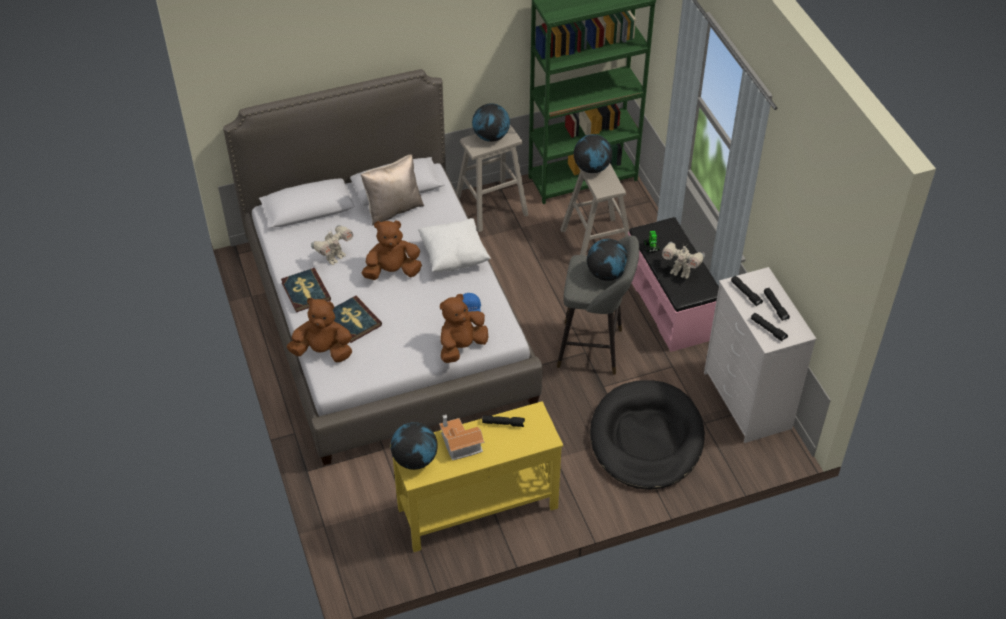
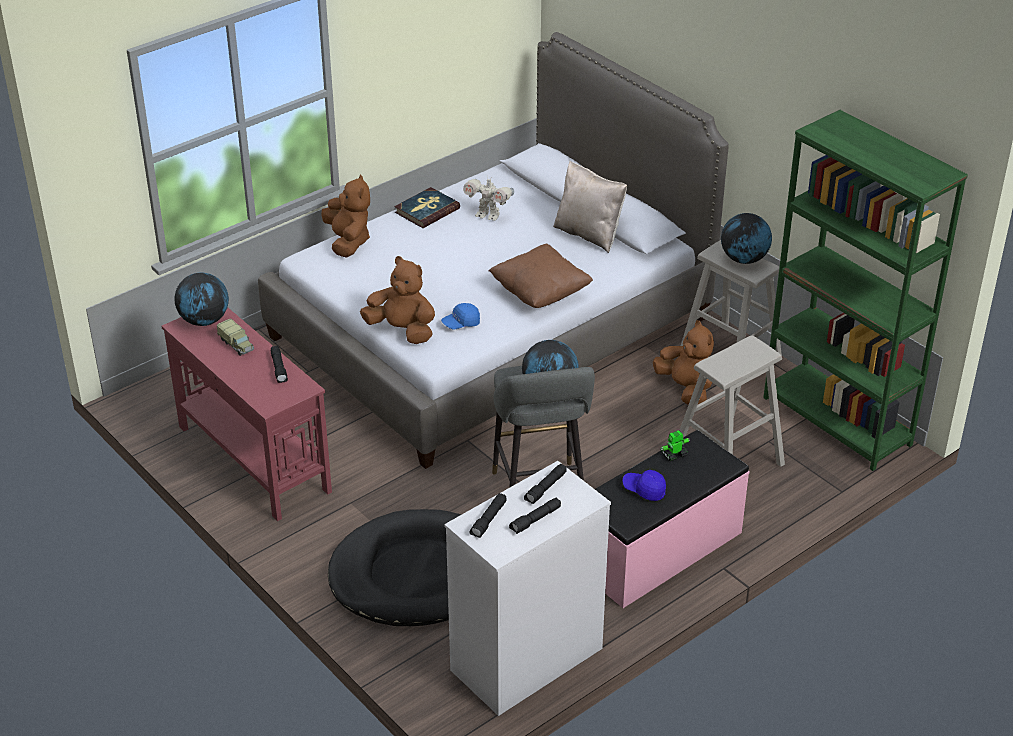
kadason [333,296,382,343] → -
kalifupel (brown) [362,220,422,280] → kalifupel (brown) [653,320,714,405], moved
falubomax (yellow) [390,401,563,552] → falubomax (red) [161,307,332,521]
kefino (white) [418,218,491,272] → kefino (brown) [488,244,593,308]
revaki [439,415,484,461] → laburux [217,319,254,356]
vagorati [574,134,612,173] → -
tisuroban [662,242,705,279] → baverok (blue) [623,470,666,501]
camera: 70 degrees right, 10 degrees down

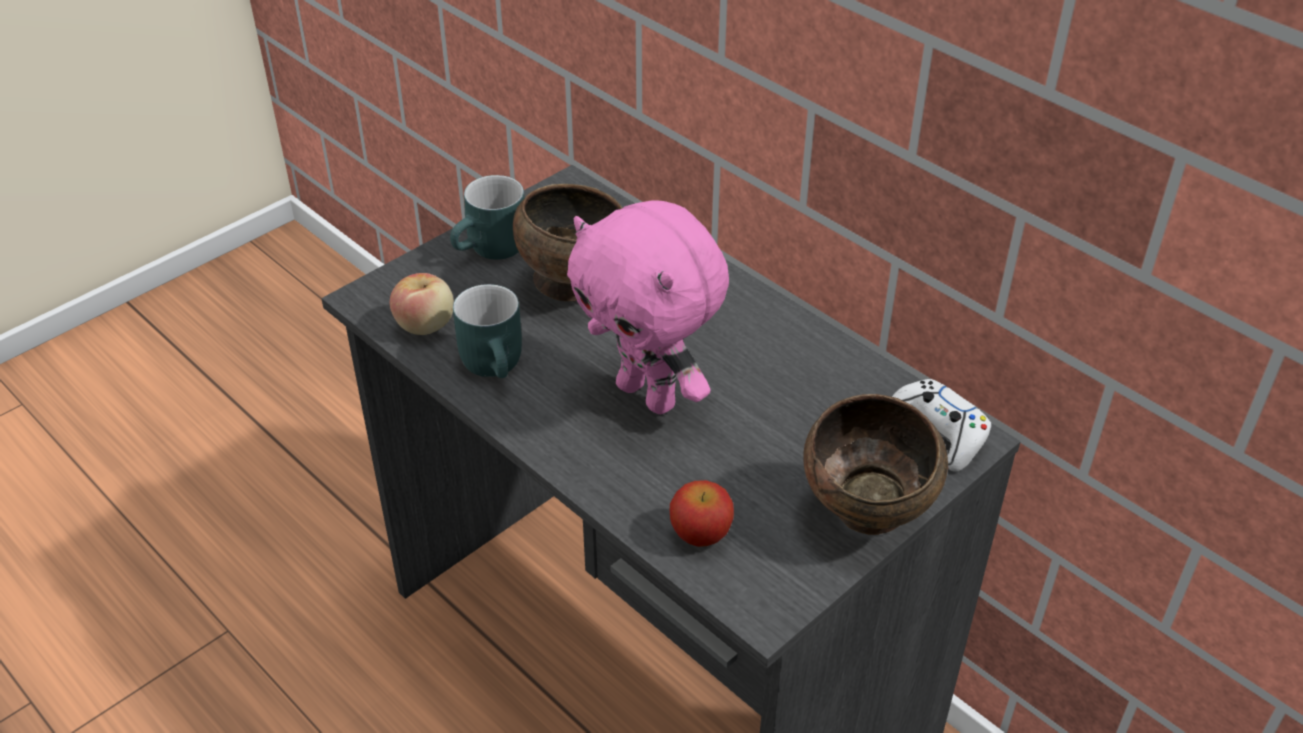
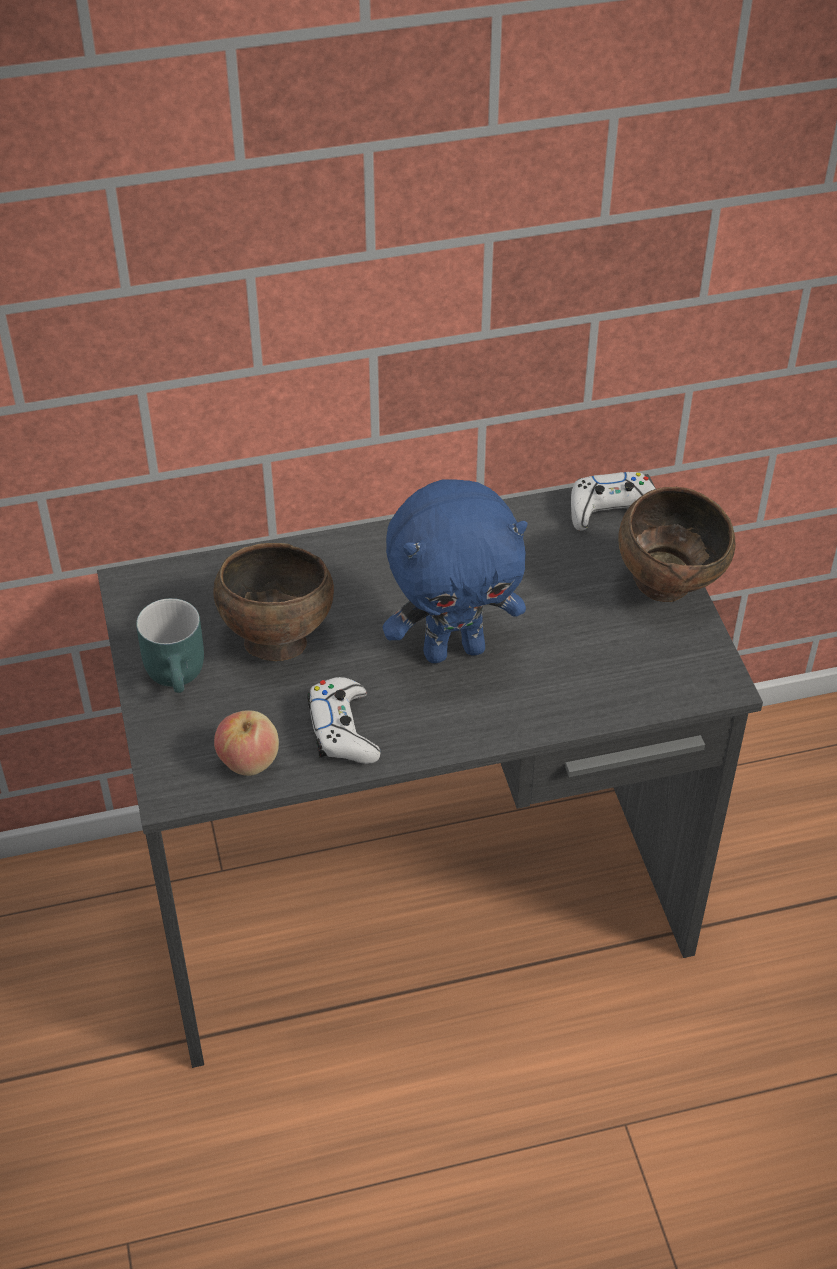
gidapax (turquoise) [453,284,522,378] → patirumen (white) [307,677,381,764]
kalifupel (pink) [567,200,729,414] → kalifupel (blue) [383,480,528,663]
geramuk [670,480,734,547] → -
camera: 60 degrees left, 5 degrees up

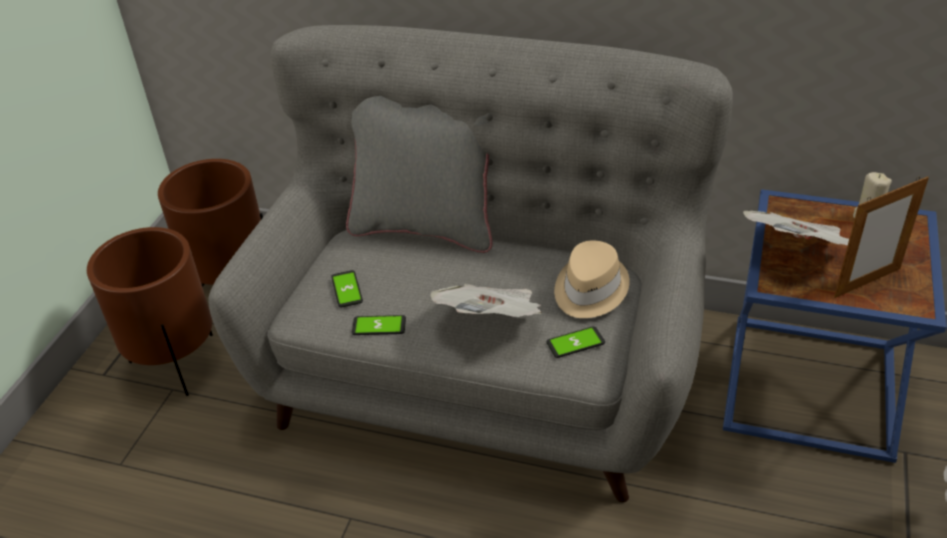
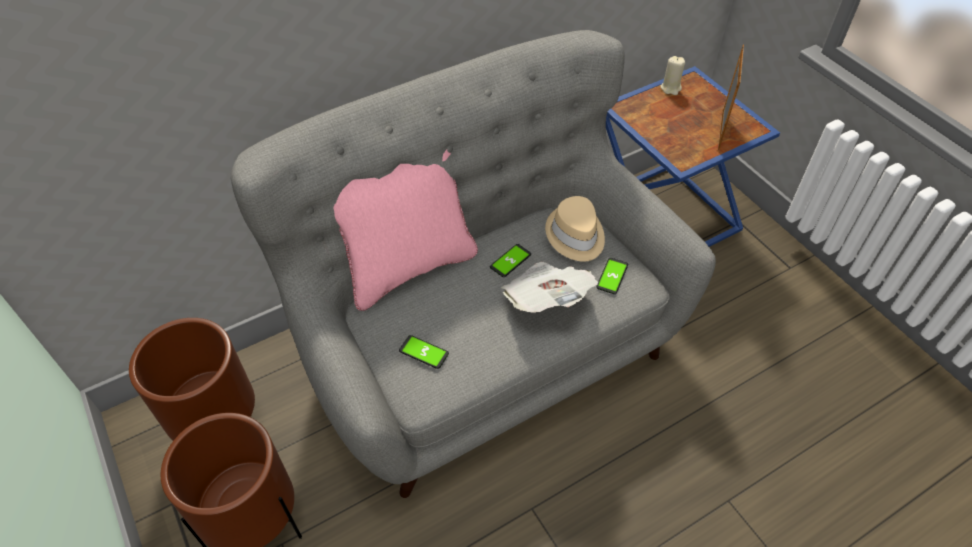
kefino (grey) [346,96,492,253] → kefino (pink) [333,150,478,311]
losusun [352,315,406,335] → losusun [490,244,531,277], moved
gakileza [743,211,849,245] → -
camera: 50 degrees left, 10 degrees up

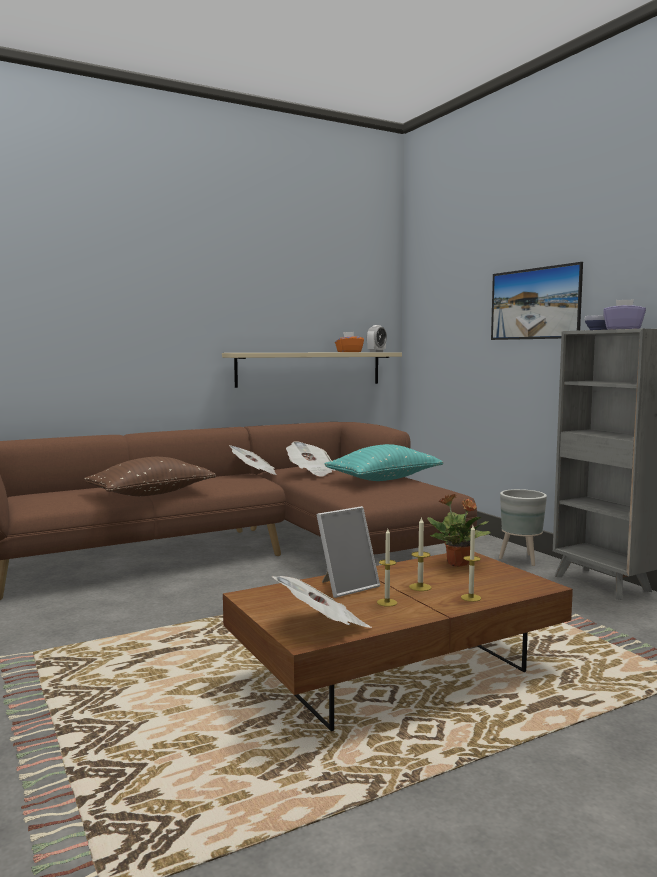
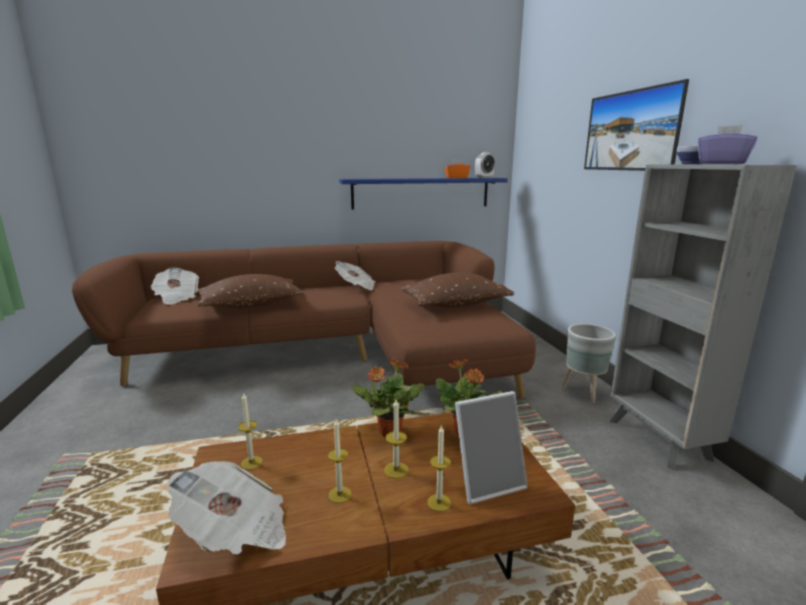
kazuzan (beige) [222,352,402,388] → kazuzan (blue) [339,178,508,209]
gakileza [286,441,335,477] → gakileza [150,267,199,305], moved
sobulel [317,506,380,598] → sobulel [455,391,528,504], moved
kefino (turquoise) [325,444,443,481] → kefino (brown) [401,272,514,308]
- → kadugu [238,392,263,470]
- → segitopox [352,358,425,437]
camera: 15 degrees right, 10 degrees up

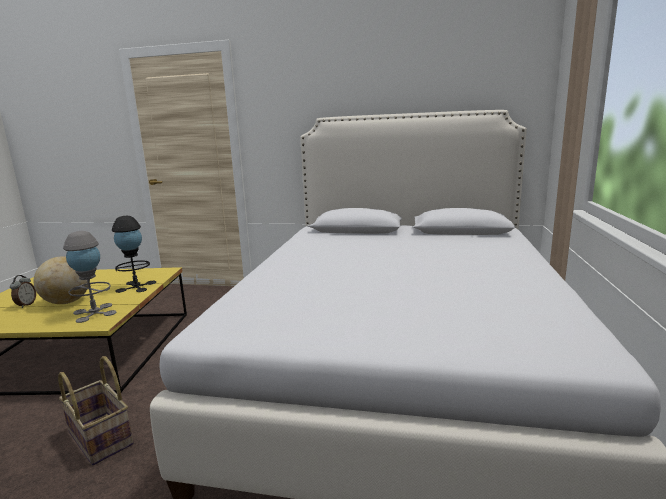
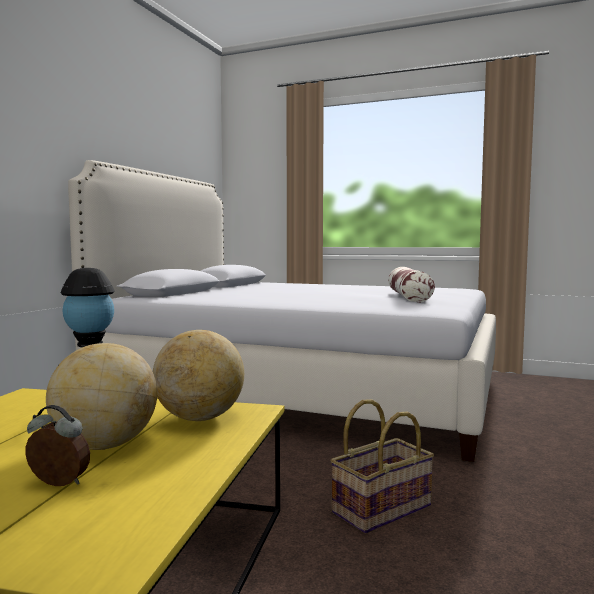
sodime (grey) [63,231,116,323] → vagorati [153,330,244,421]
- → kefino [388,267,435,302]
camera: 80 degrees left, 10 degrees down

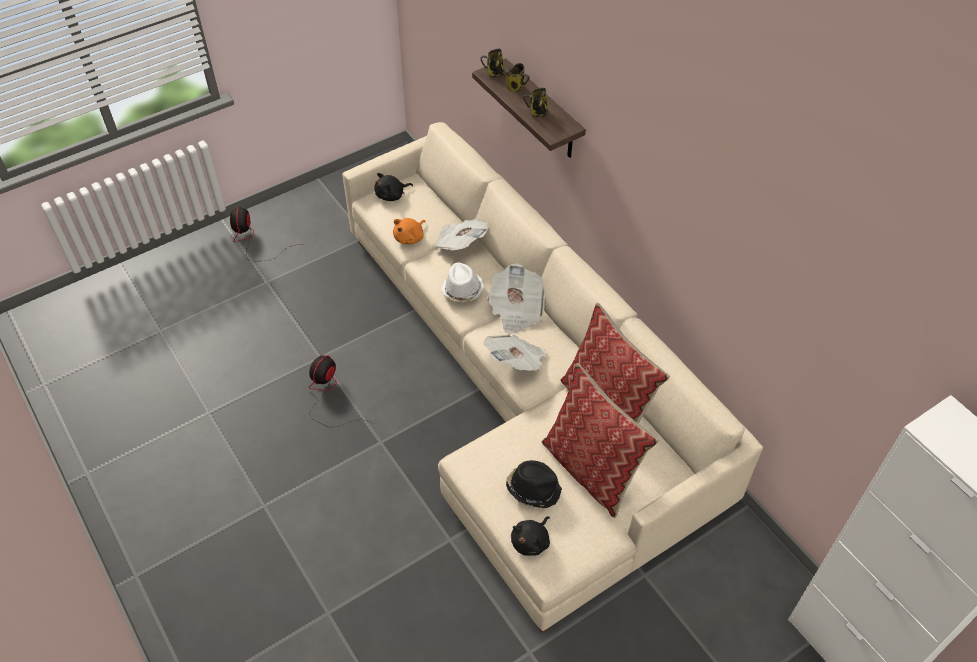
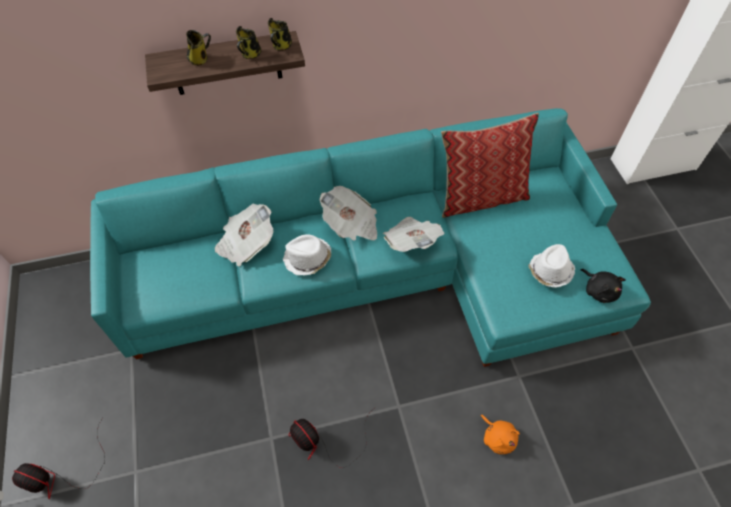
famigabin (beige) [342,122,763,633] → famigabin (turquoise) [90,108,651,367]
kalifupel (black) [374,173,413,201] → -
kalifupel (orange) [393,218,426,244] → kalifupel (orange) [481,415,520,454], moved
gidapax [481,49,505,78] → gidapax [268,18,292,51], moved
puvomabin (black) [506,460,562,508] → puvomabin (white) [528,244,575,288]
kefino [542,363,659,518] → -
camera: 70 degrees left, 5 degrees up

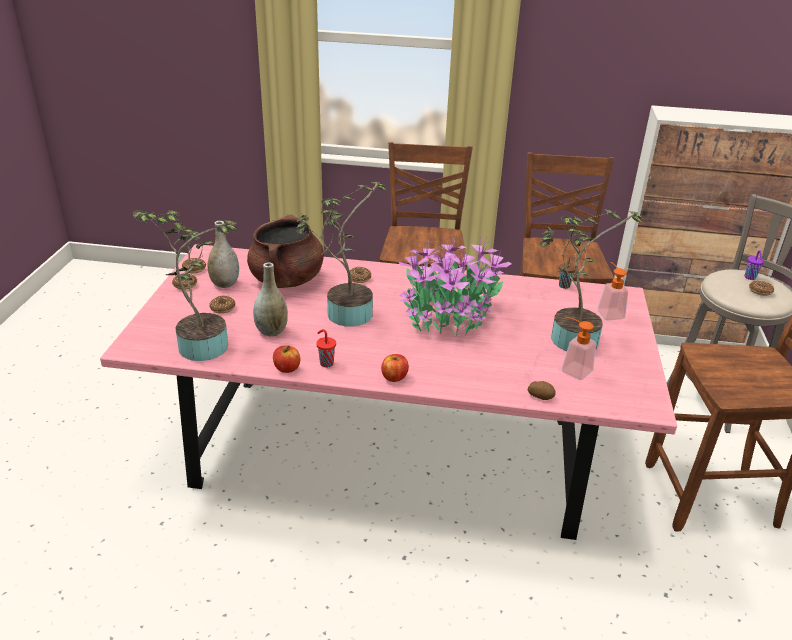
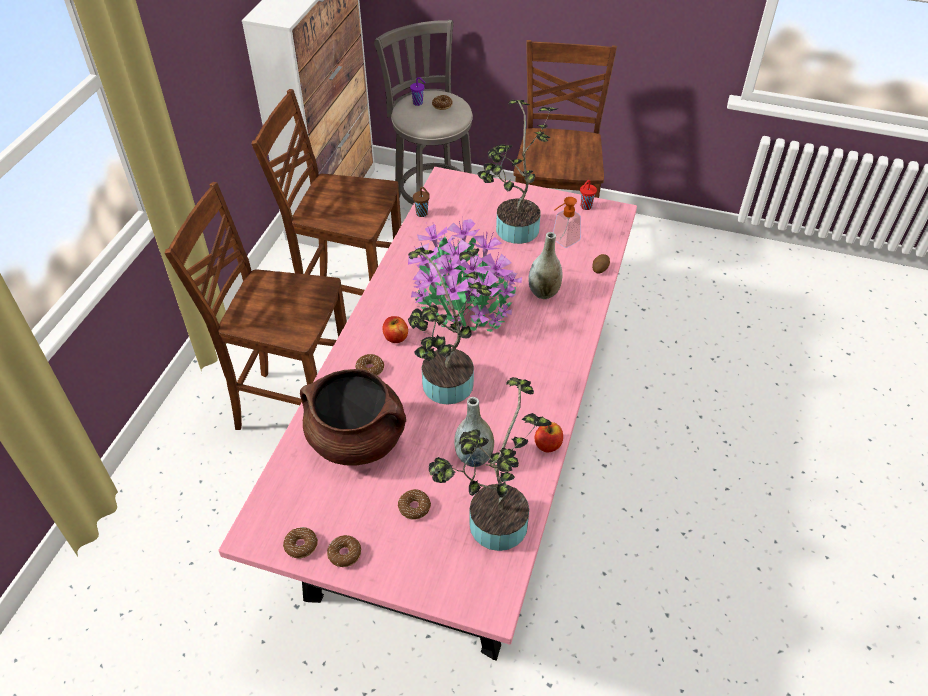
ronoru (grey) [208,221,239,288] → ronoru (grey) [528,232,563,299], moved
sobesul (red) [316,329,336,367] → sobesul (red) [580,180,597,210], moved
geramuk [381,354,409,382] → geramuk [383,316,408,343], moved
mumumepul [598,262,628,320] → -
camera: 80 degrees left, 15 degrees up

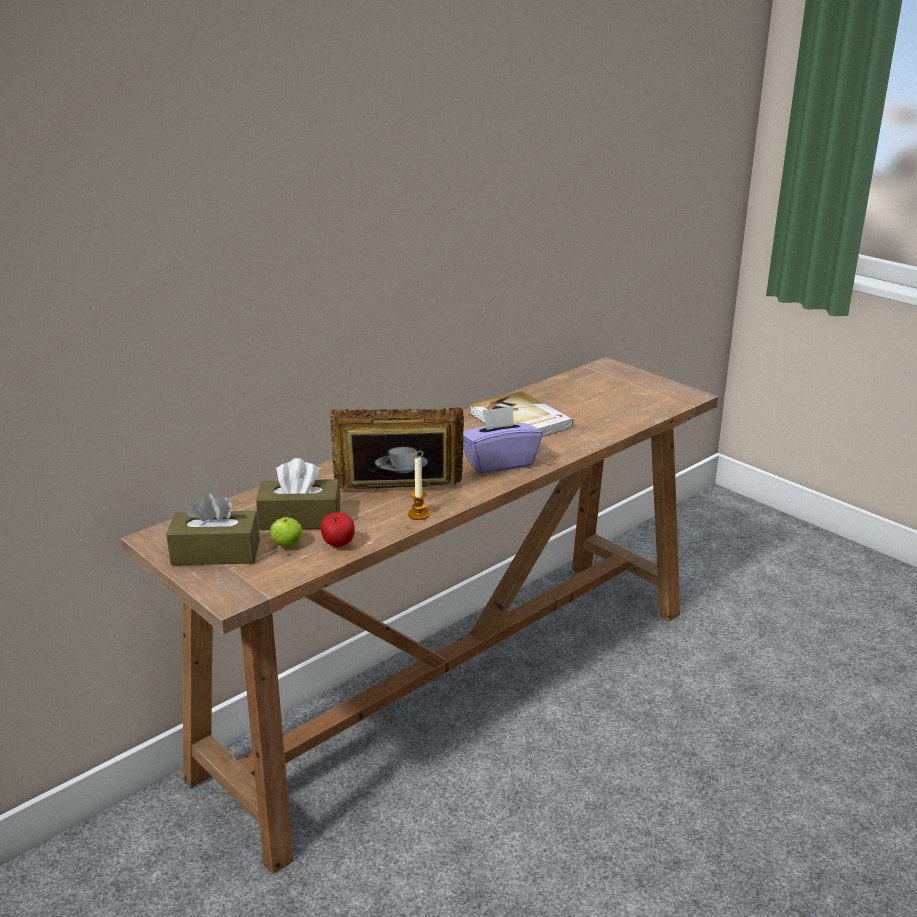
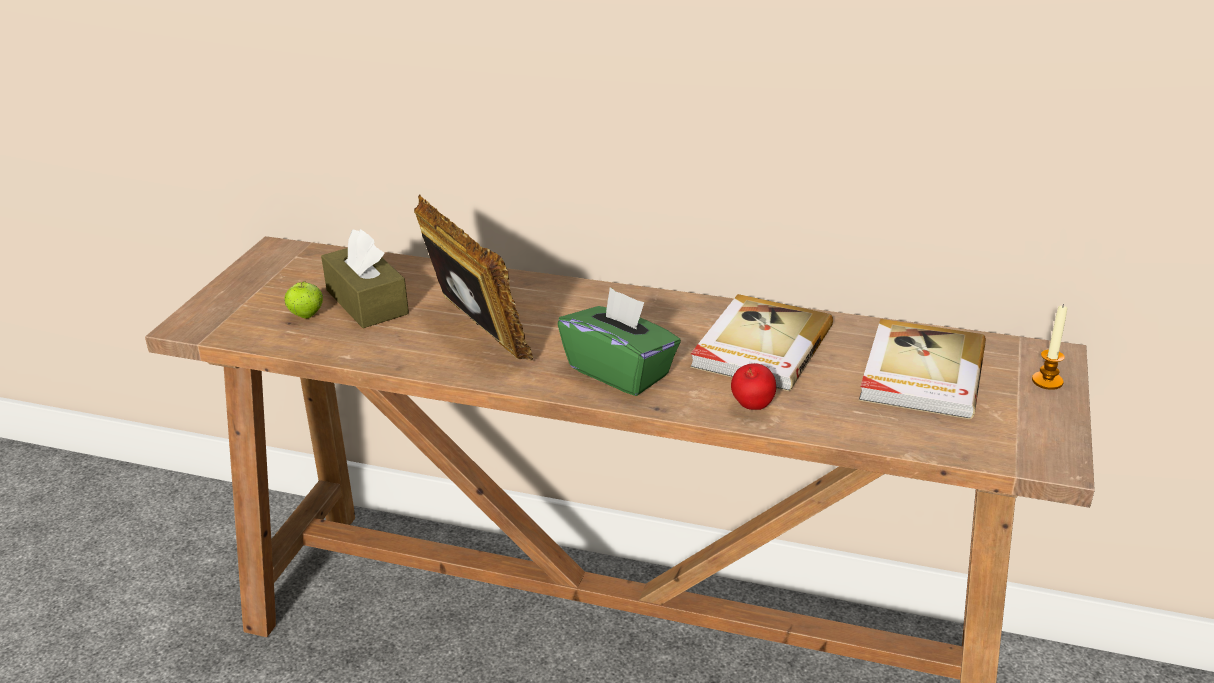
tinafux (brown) [166,493,260,565] → -
geramuk [320,512,355,548] → geramuk [731,363,776,410], moved
kadugu [408,458,430,520] → kadugu [1032,304,1067,390], moved
tinafux (purple) [463,406,543,474] → tinafux (green) [558,287,681,396]
- → kadason [859,319,986,419]
camera: 60 degrees right, 5 degrees up

